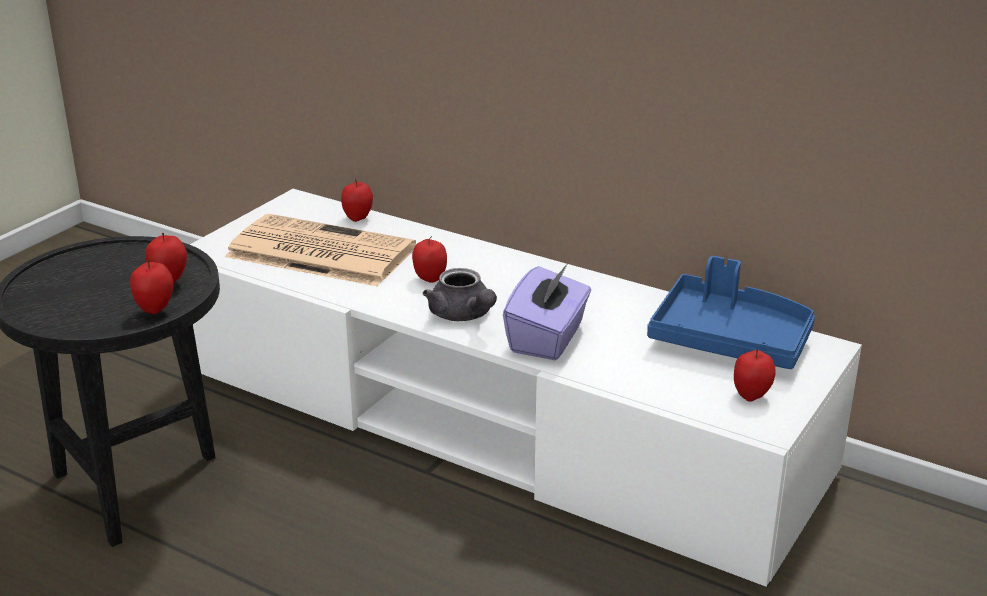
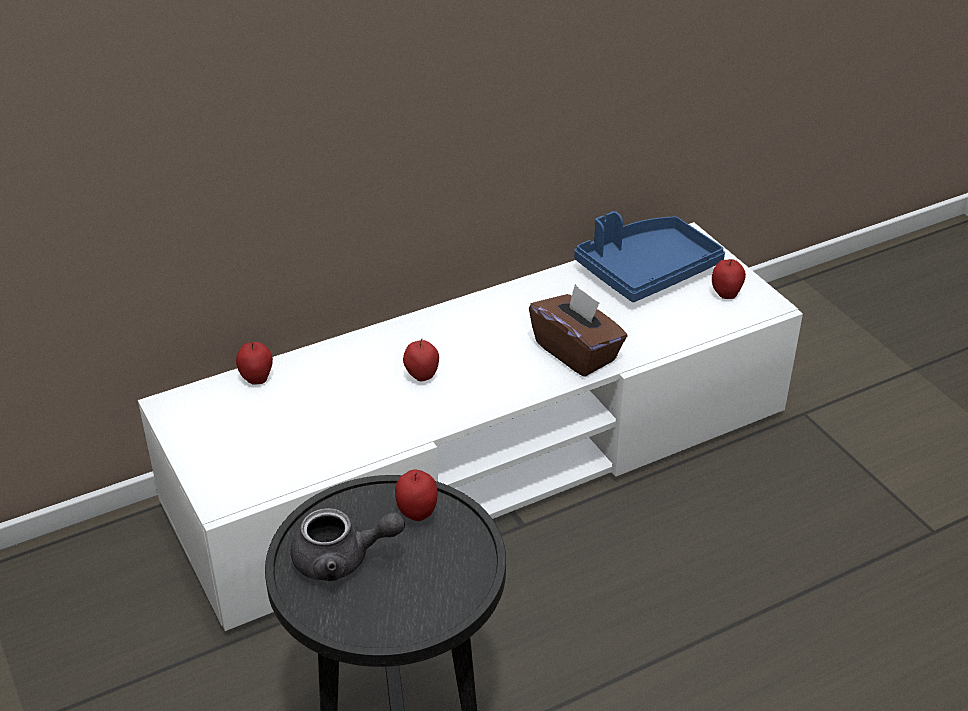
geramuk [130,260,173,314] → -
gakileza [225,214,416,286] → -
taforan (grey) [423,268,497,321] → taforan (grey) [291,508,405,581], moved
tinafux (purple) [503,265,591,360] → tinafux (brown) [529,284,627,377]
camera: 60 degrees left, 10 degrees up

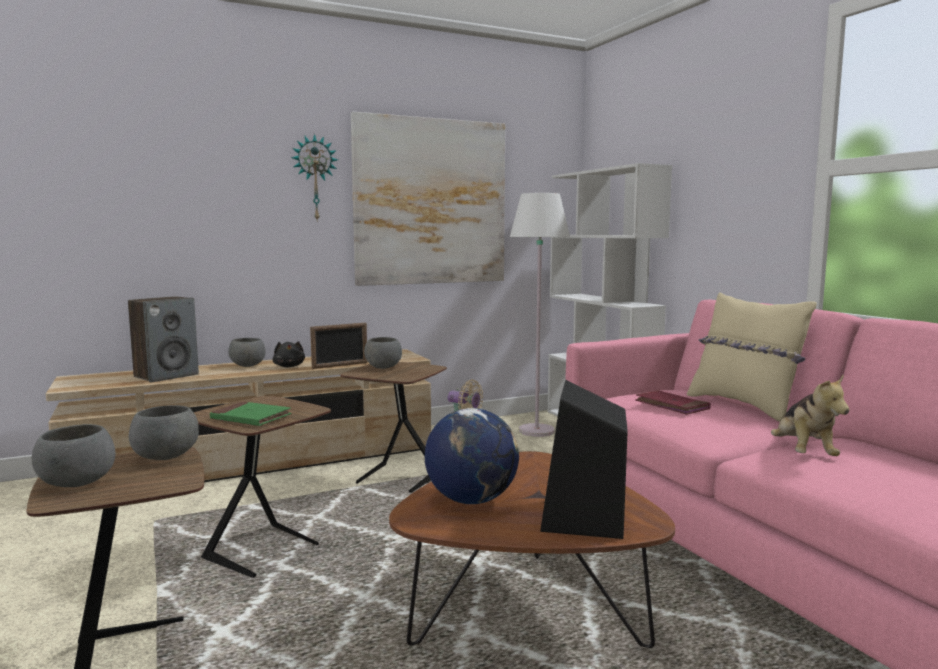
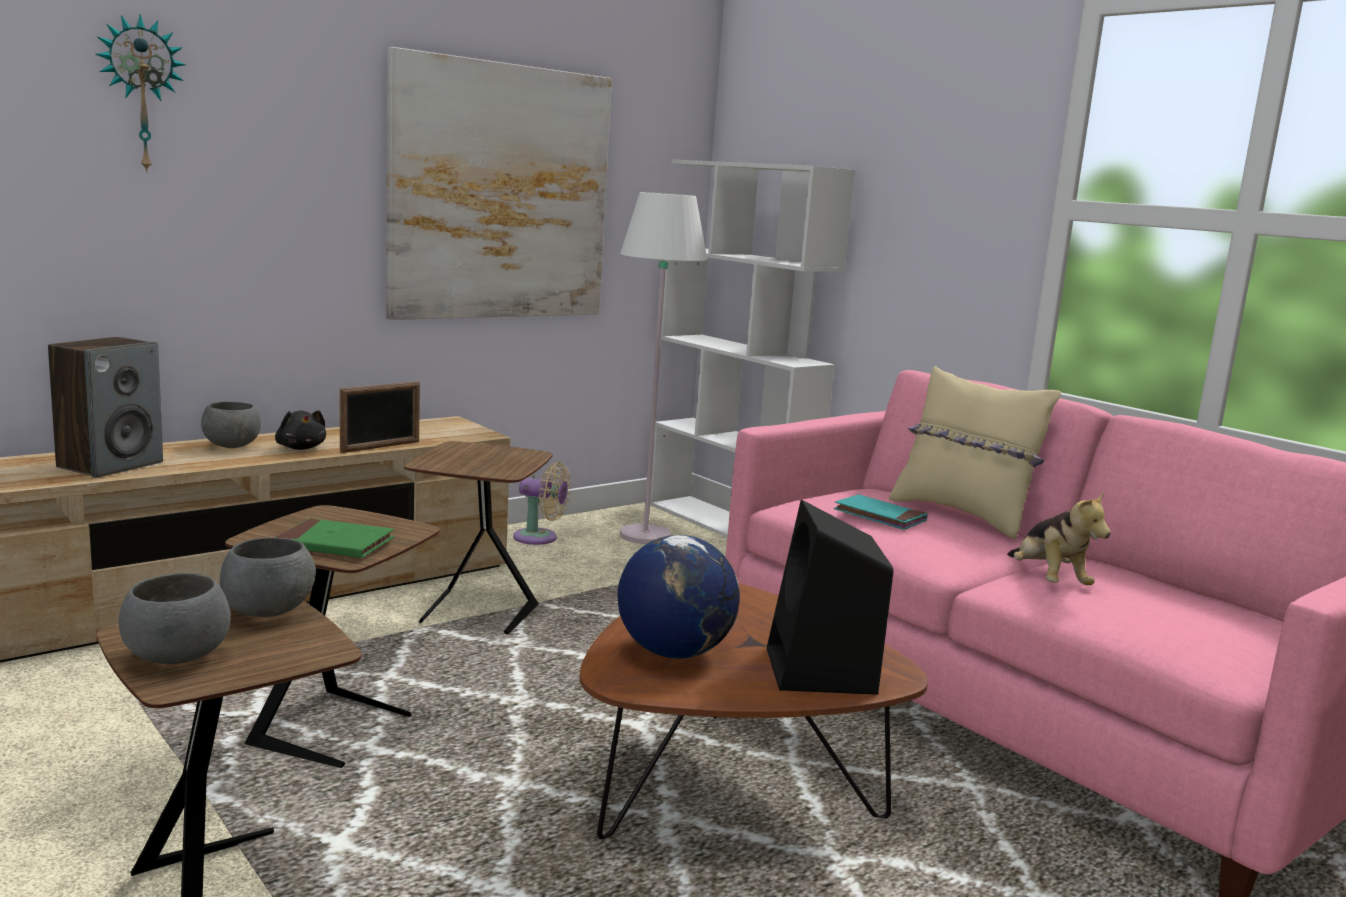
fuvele [291,134,338,220] → fuvele [95,14,186,173], moved
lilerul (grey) [364,337,402,369] → -
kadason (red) [635,390,711,415] → kadason (turquoise) [834,494,928,530]
camera: 15 degrees left, 5 degrees up

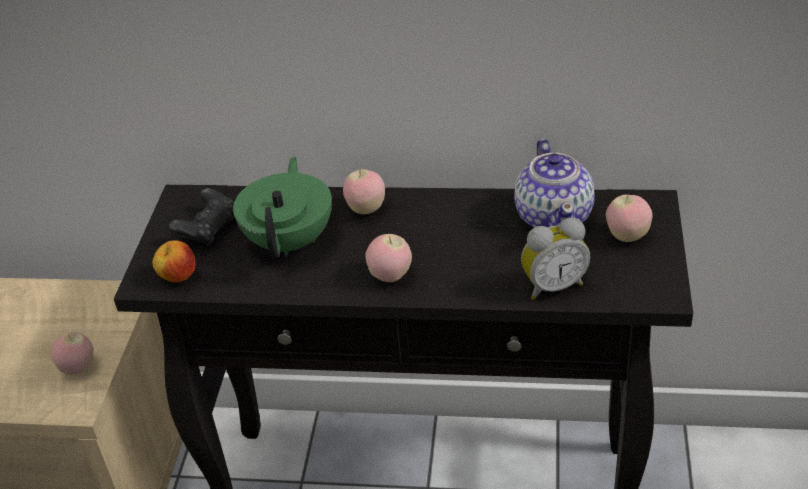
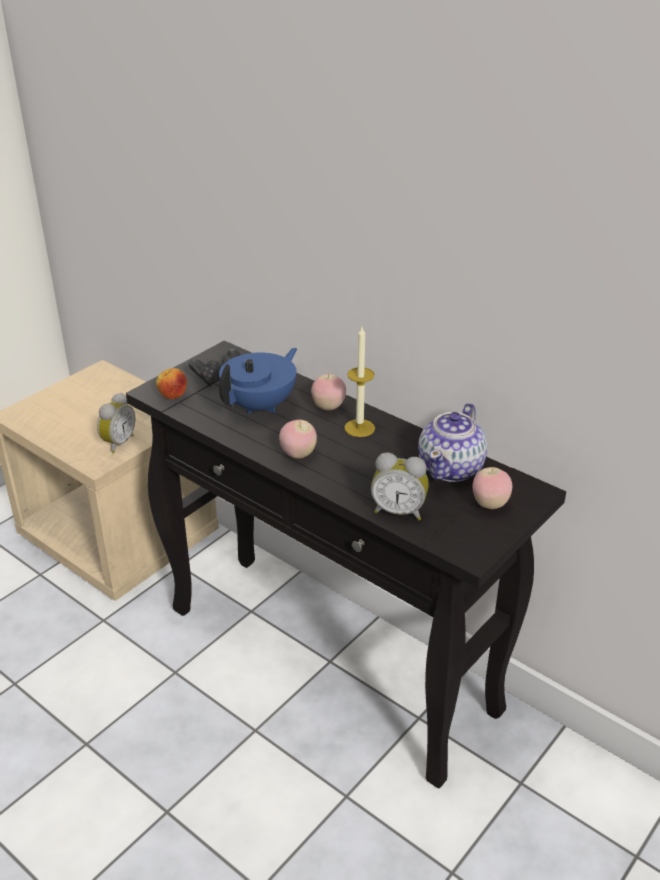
geramuk [51,332,94,374] → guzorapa [97,393,135,454]
taforan (green) [233,157,332,257] → taforan (blue) [219,348,297,414]
- → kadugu [344,327,375,437]
camera: 30 degrees right, 5 degrees down

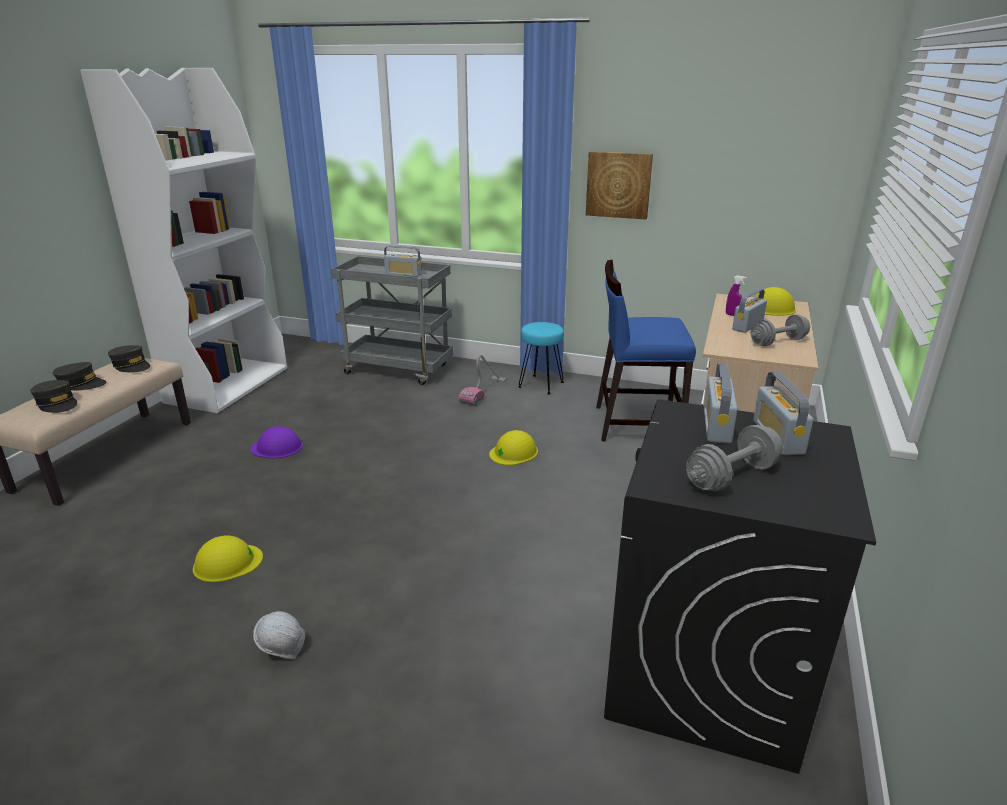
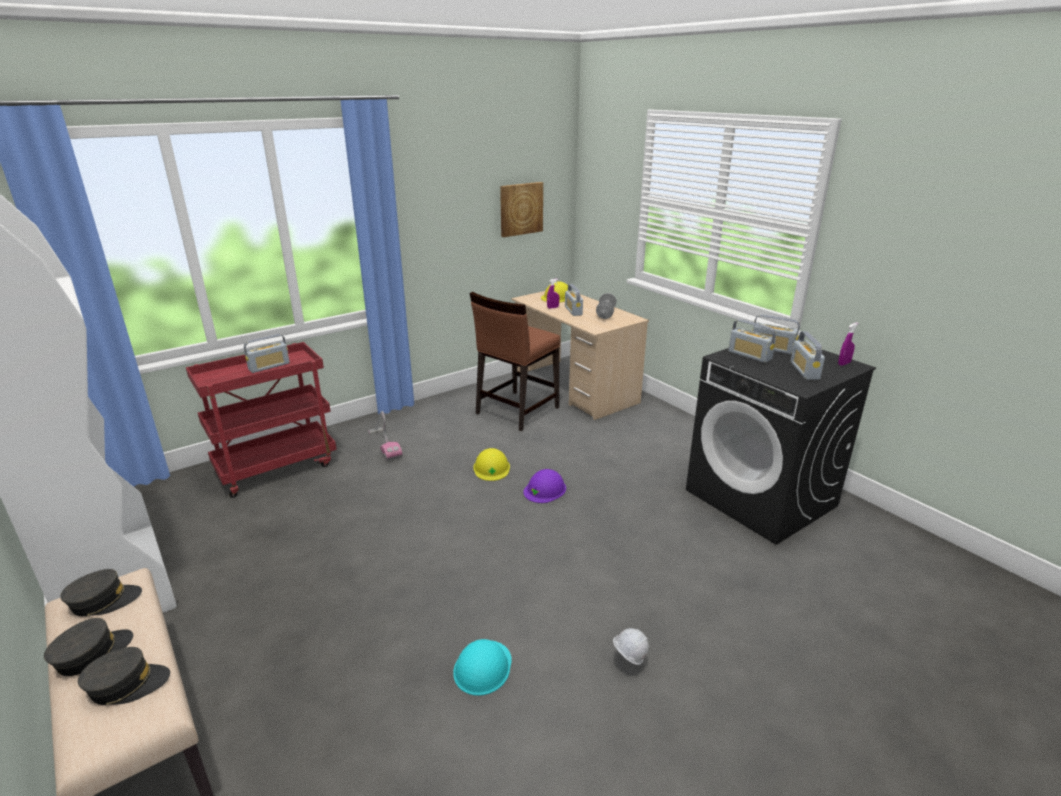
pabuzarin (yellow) [193,535,263,582] → pabuzarin (turquoise) [453,639,512,696]
pabuzarin (purple) [250,426,303,459] → pabuzarin (purple) [523,469,566,503], moved
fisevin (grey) [331,256,453,385] → fisevin (red) [186,342,337,498]
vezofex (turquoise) [518,322,564,395] → -
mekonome [586,151,653,219] → mekonome [500,182,543,237], moved
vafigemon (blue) [596,260,696,441] → vafigemon (brown) [470,292,560,431]
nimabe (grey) [686,425,783,491] → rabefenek [790,331,825,380]
- → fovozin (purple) [838,322,858,366]
camera: 55 degrees left, 0 degrees up

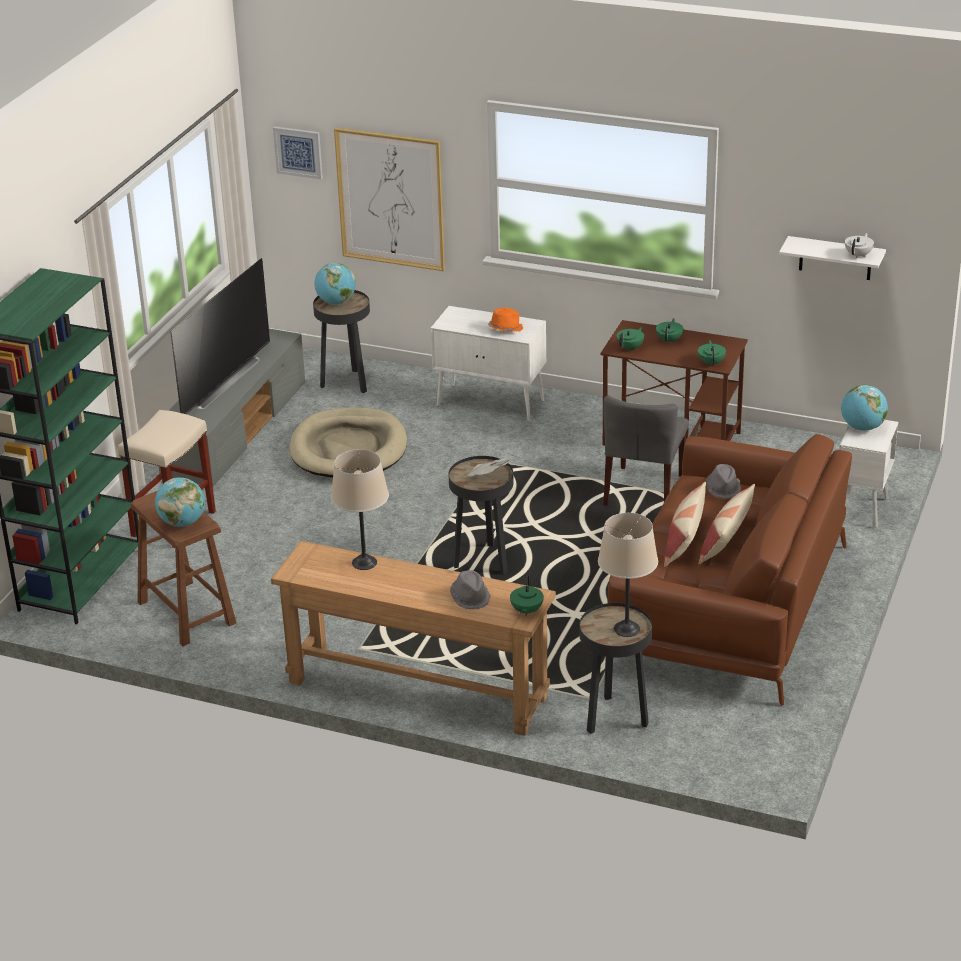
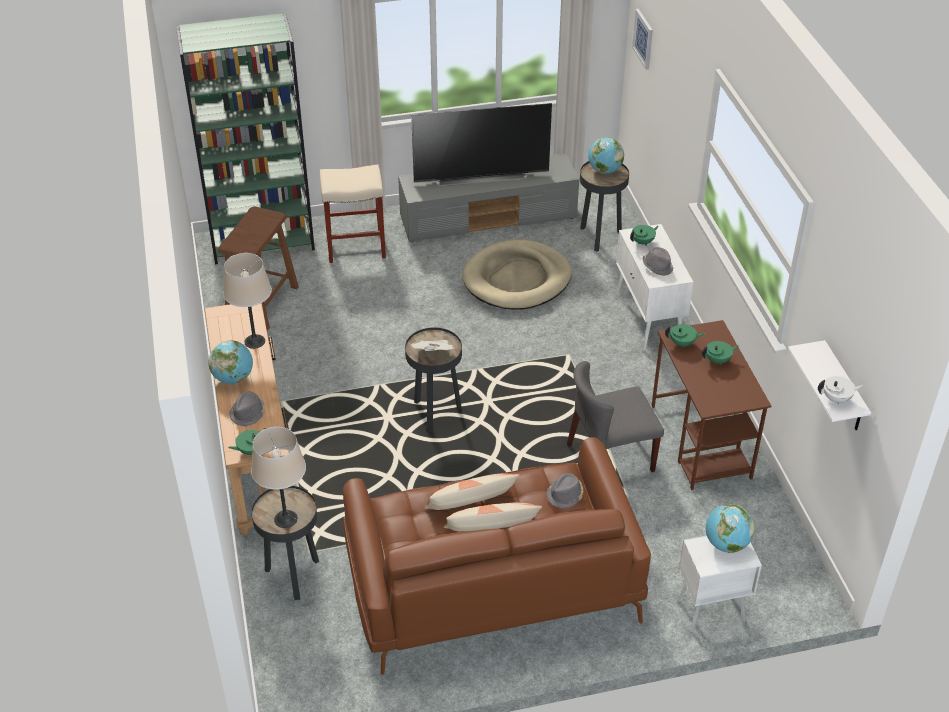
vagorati [155,477,205,527] → vagorati [209,340,253,384], moved
mekonome [334,128,445,271] → -
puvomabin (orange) [488,308,523,332] → puvomabin (grey) [642,247,674,276]
taforan (green) [698,340,726,366] → taforan (green) [630,225,659,246], moved
camera: 55 degrees right, 10 degrees up

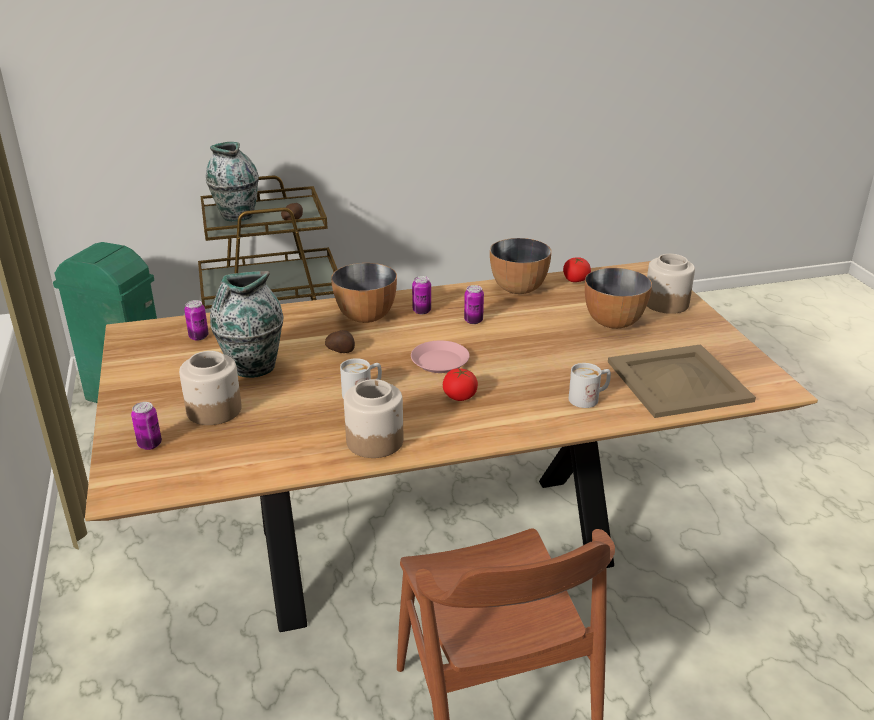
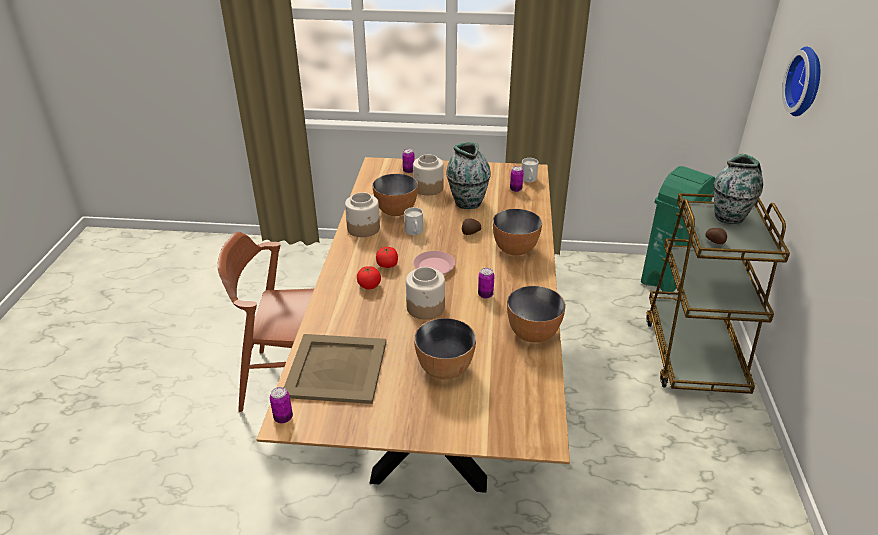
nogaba [412,276,431,314] → nogaba [270,387,293,423], moved
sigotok [563,257,591,282] → sigotok [357,266,381,290], moved
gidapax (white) [569,363,611,408] → gidapax (white) [521,158,538,182], moved
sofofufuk [647,254,695,314] → sofofufuk [406,267,445,320], moved
- → lilerul [373,174,418,216]
- → fuvele [782,47,820,116]
camera: 110 degrees right, 5 degrees up

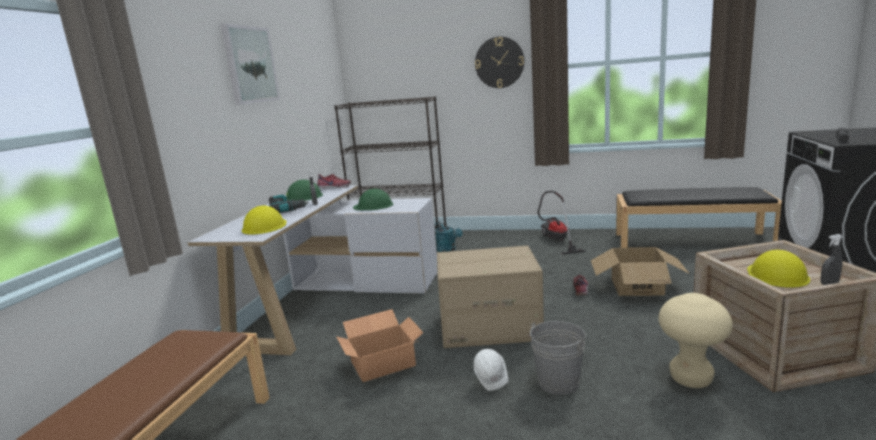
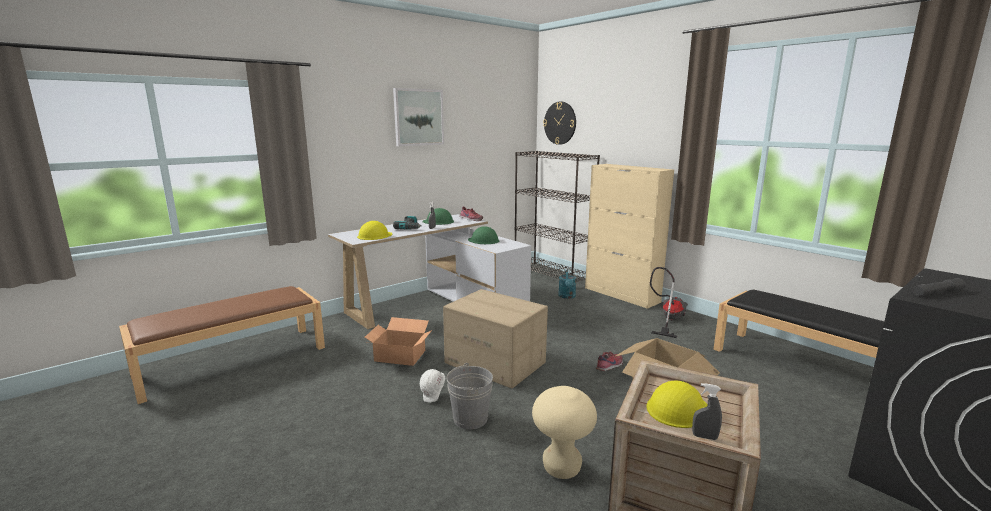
fuvele [475,36,524,88] → fuvele [543,102,576,145], moved
- → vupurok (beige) [585,164,674,309]
camera: 35 degrees right, 0 degrees up

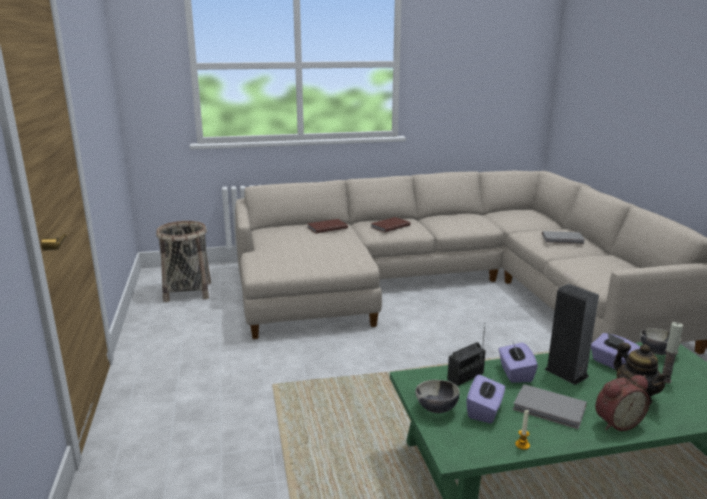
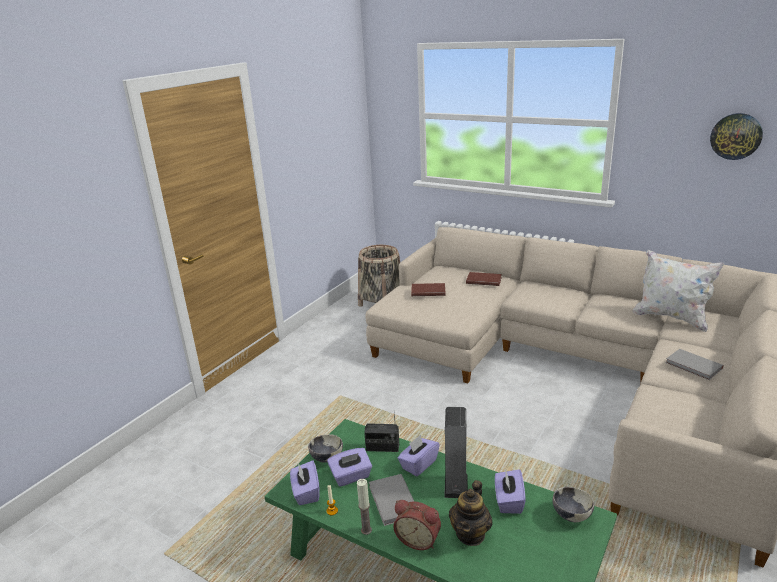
kadason (brown) [371,217,411,232] → kadason (brown) [411,283,446,296], moved
kadugu [662,322,683,383] → kadugu [357,479,372,535], moved
- → tinafux (purple) [290,460,320,505]
- → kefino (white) [633,250,724,332]
- → fuvele [710,113,763,160]
camera: 45 degrees right, 5 degrees up

